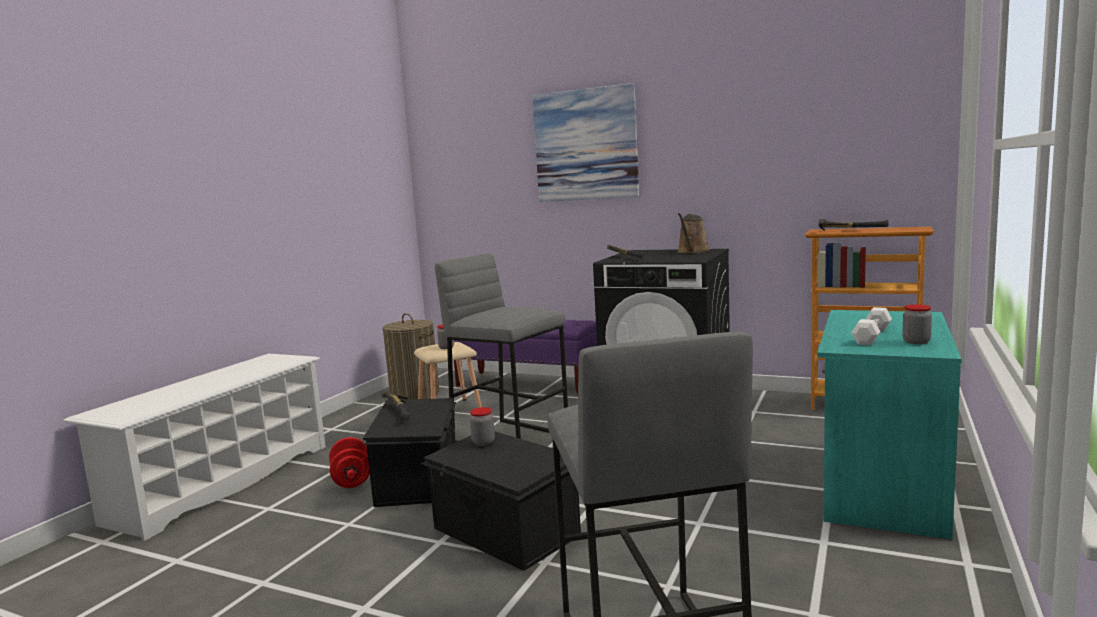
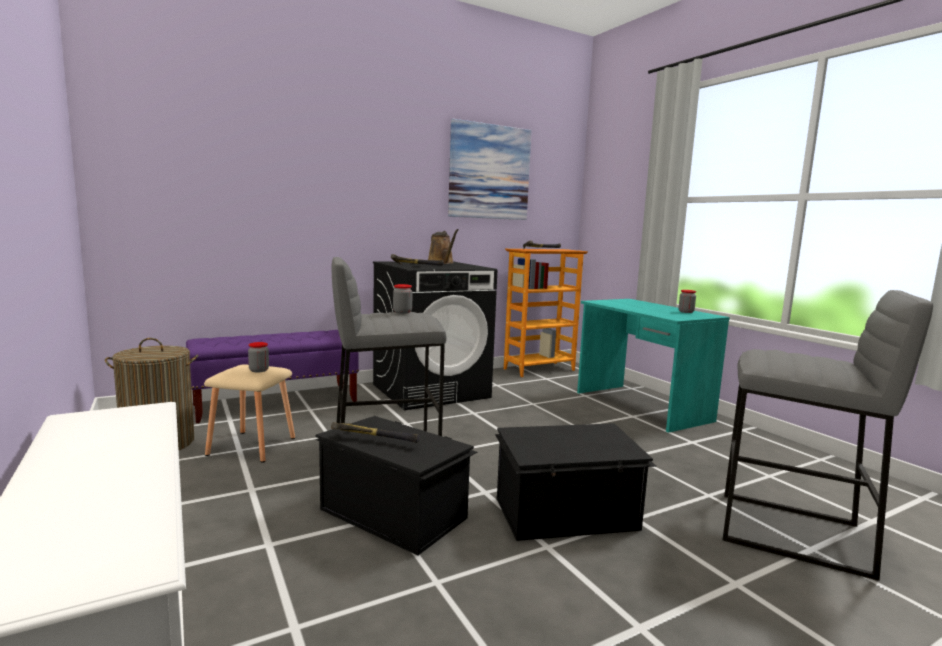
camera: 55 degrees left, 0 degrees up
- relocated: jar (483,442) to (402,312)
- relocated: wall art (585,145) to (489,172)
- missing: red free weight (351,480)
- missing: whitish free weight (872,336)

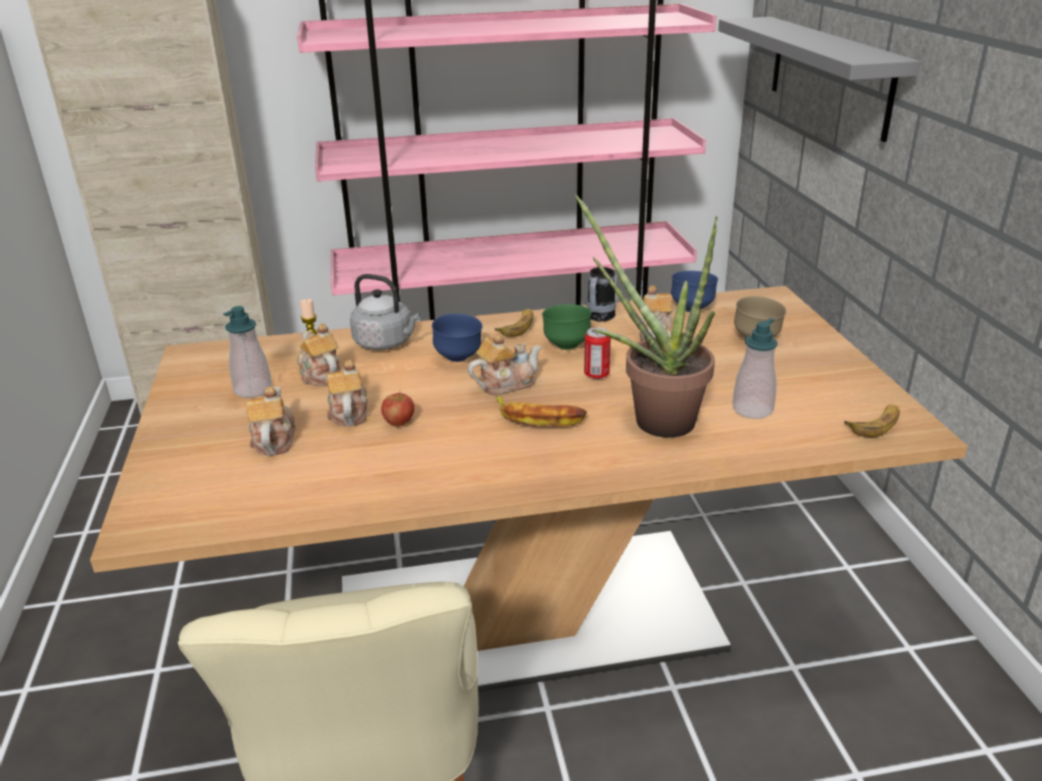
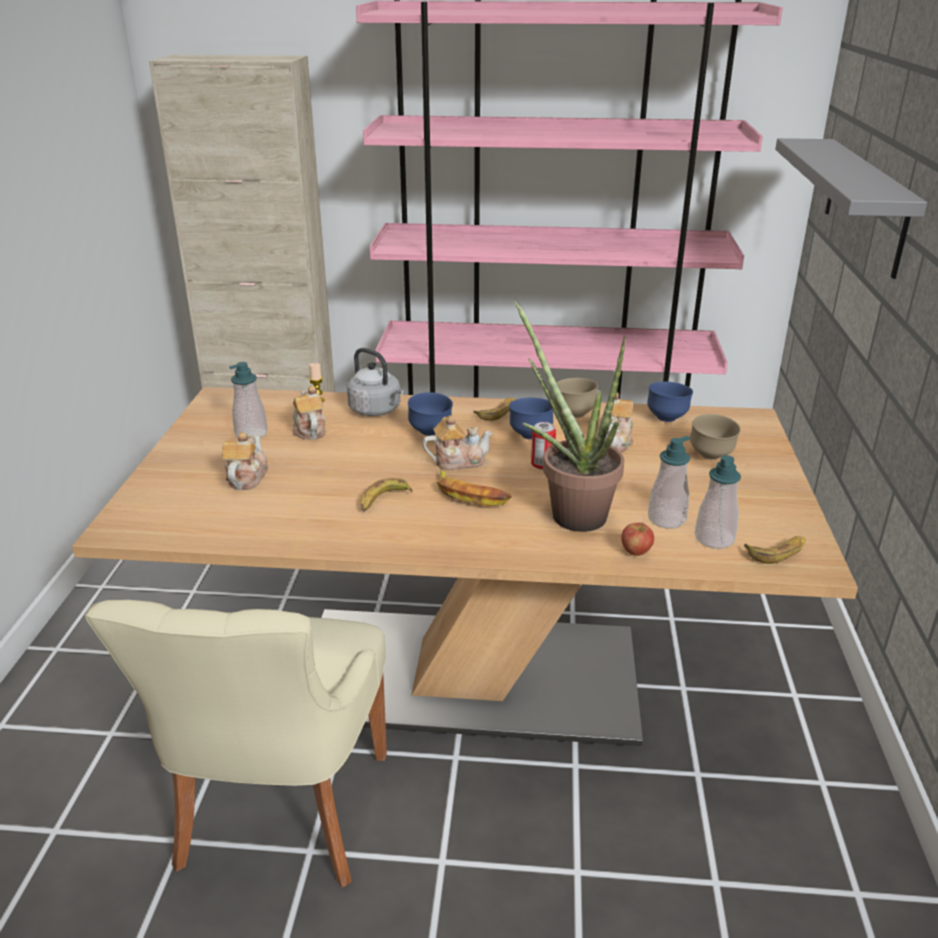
camera: 15 degrees right, 0 degrees up
- appeared: banana (383,500)
- colour: greenish serving bowl (566,346) to bluish serving bowl (530,435)
- exchanged: coffee mug (598,318) to brownish serving bowl (574,415)
- relocated: apple fruit (399,422) to (635,551)
- appeared: soap bottle (714,539)
- missing: pot for tea (348,412)

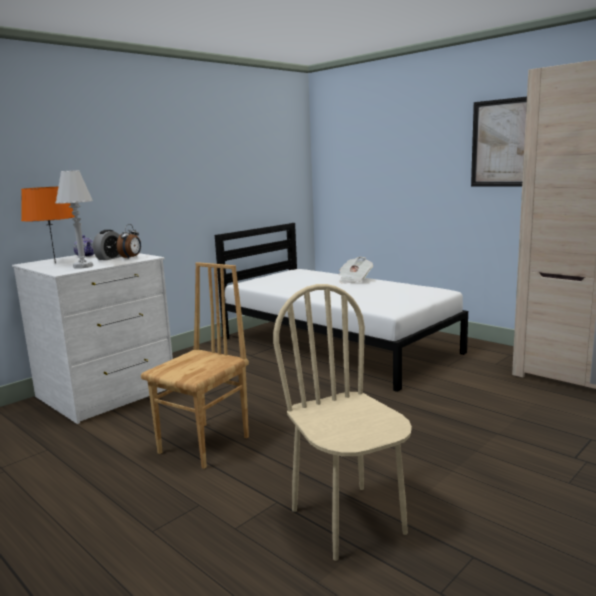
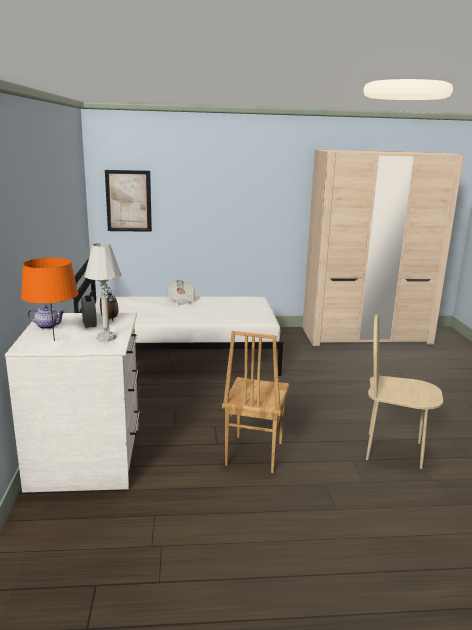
camera: 50 degrees left, 5 degrees up
- relocated: wall art (501,143) to (128,201)
- spun: brownish plain chair (206,445) = (253,453) 150 degrees counterclockwise

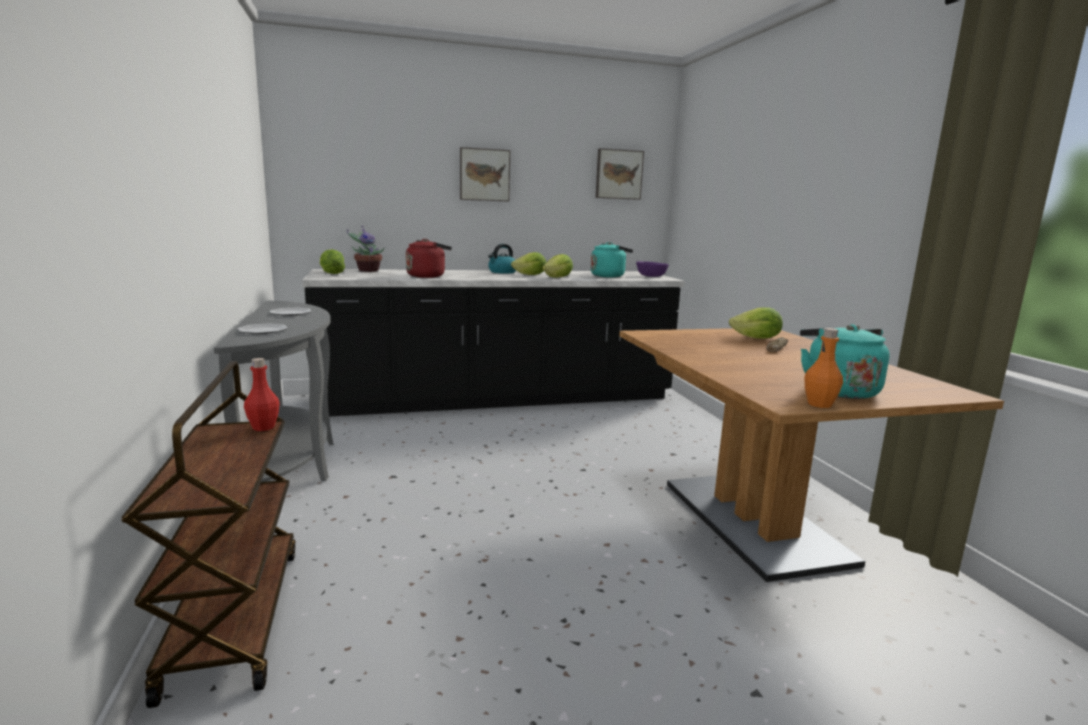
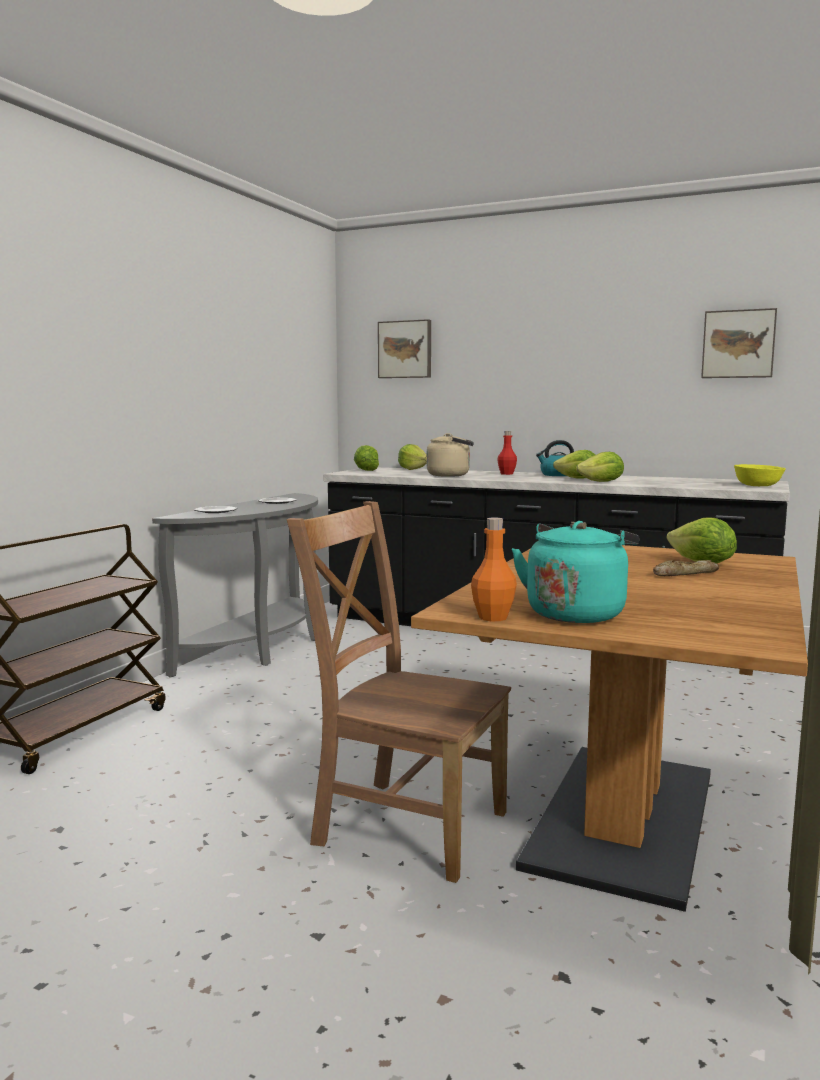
camera: 40 degrees right, 5 degrees down
- appeared: brownish plain chair (404,825)
- relocated: wall art (484,175) to (405,349)
- exchanged: potted plant (367,270) to lettuce (413,469)
- colour: red kettle (427,276) to beige kettle (451,475)
- relocated: red bottle (263,427) to (506,474)
- colour: purple serving bowl (651,276) to yellowish serving bowl (758,485)
- missing: turquoise-coloured kettle (609,276)

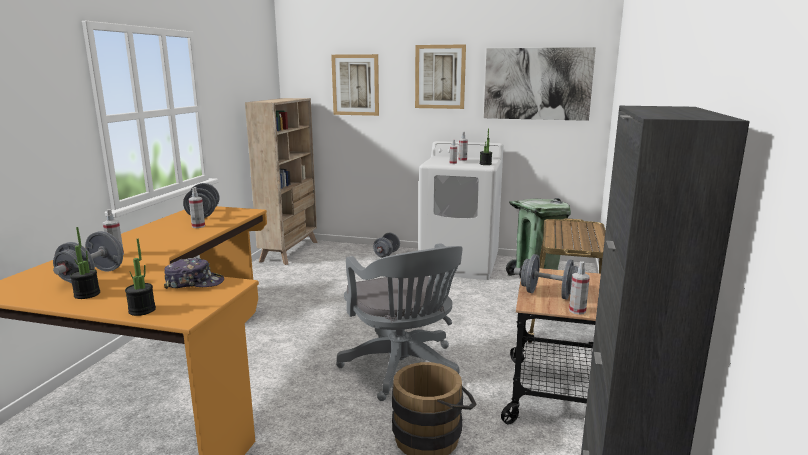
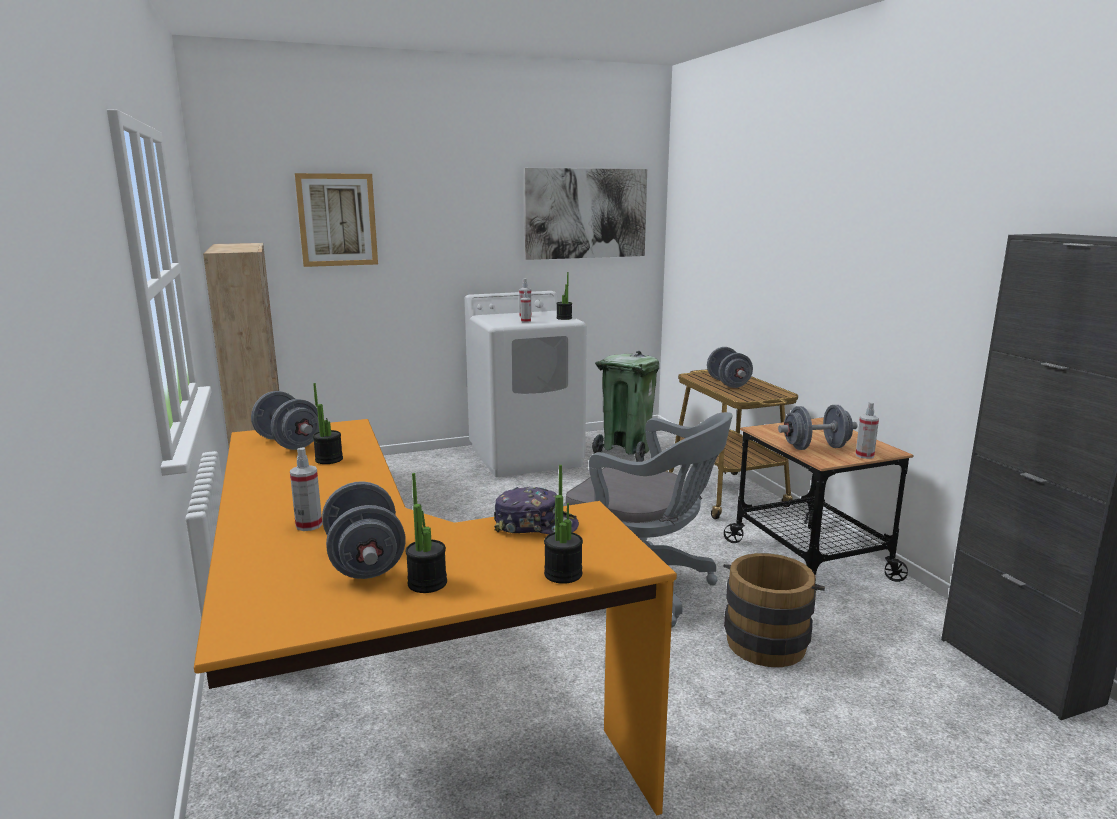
camera: 35 degrees left, 0 degrees up
- exchanged: spray bottle (198,226) to potted plant (329,459)
- spun: baseball cap (194,283) = (535,525) 45 degrees clockwise
- relocated: gray free weight (386,254) to (728,383)
- missing: wall art (440,77)

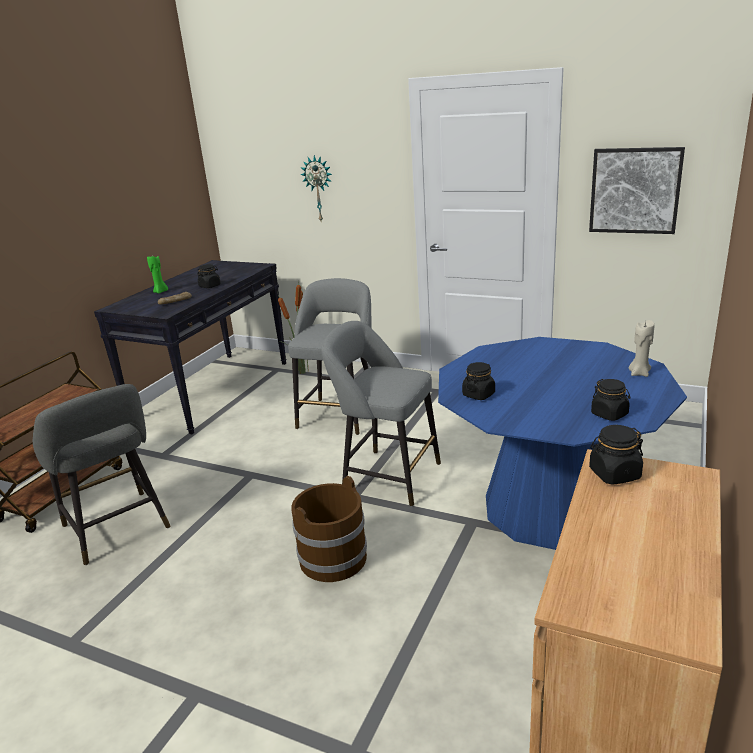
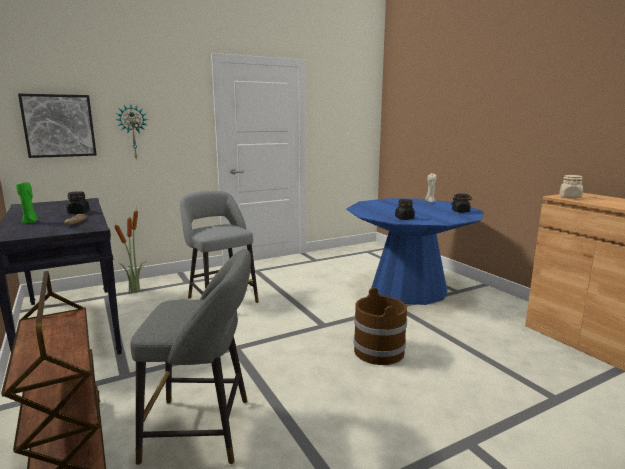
camera: 55 degrees left, 10 degrees down
- relocated: wall art (635,190) to (59,126)
- colour: black-coloured jar (614,474) to beige jar (570,197)
- missing: gray stool (386,476)

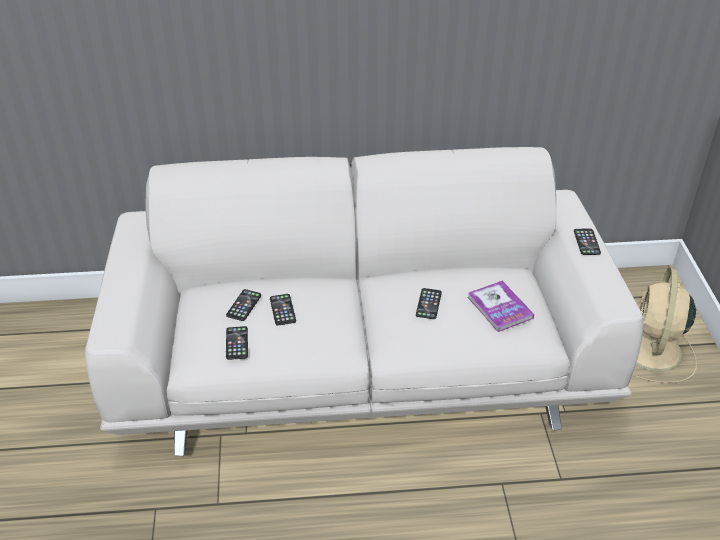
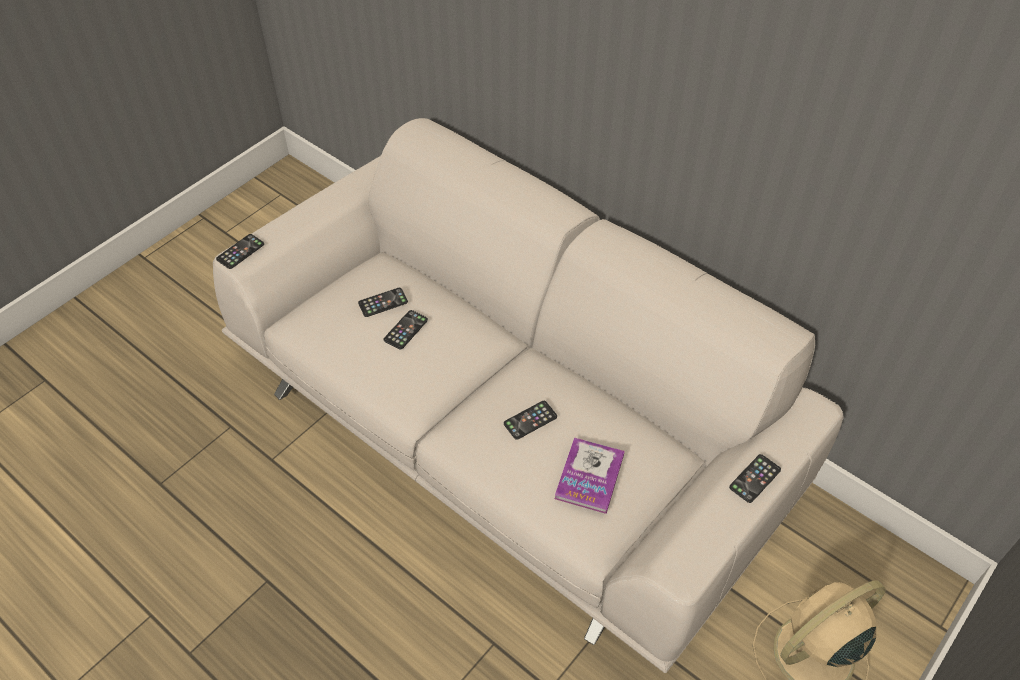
camera: 45 degrees right, 10 degrees up
- relocated: phone (237,343) to (240,252)

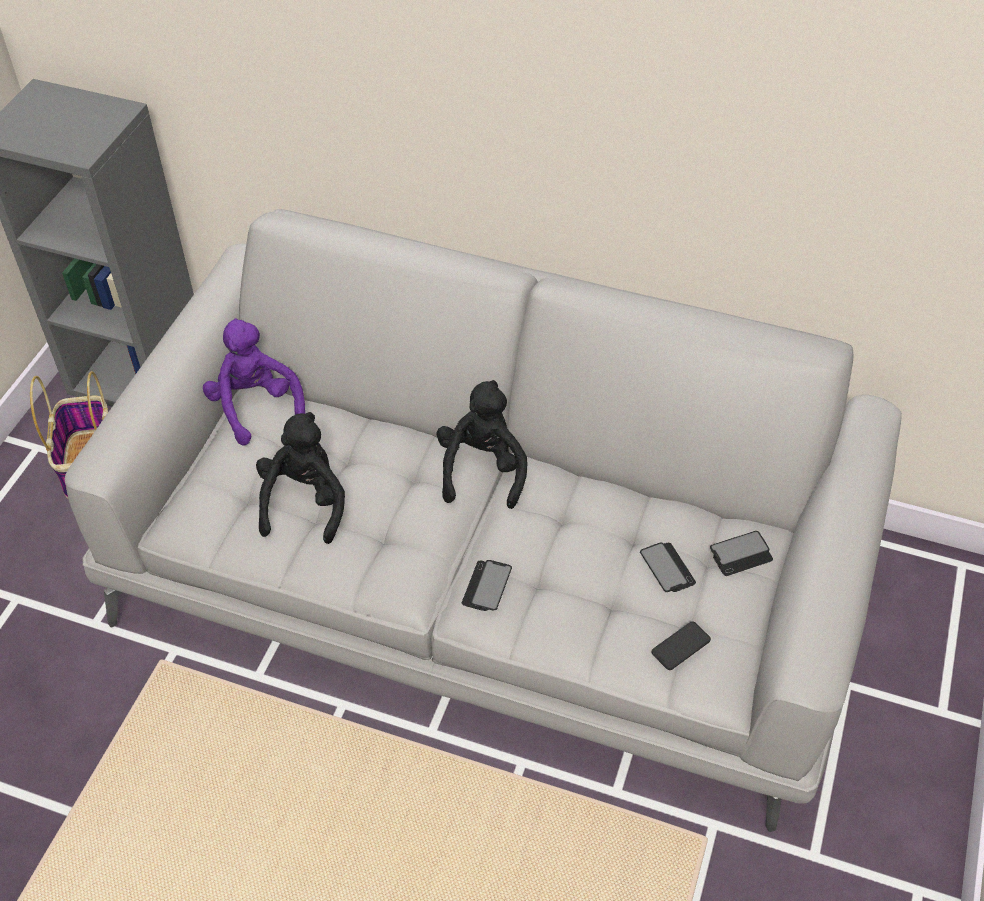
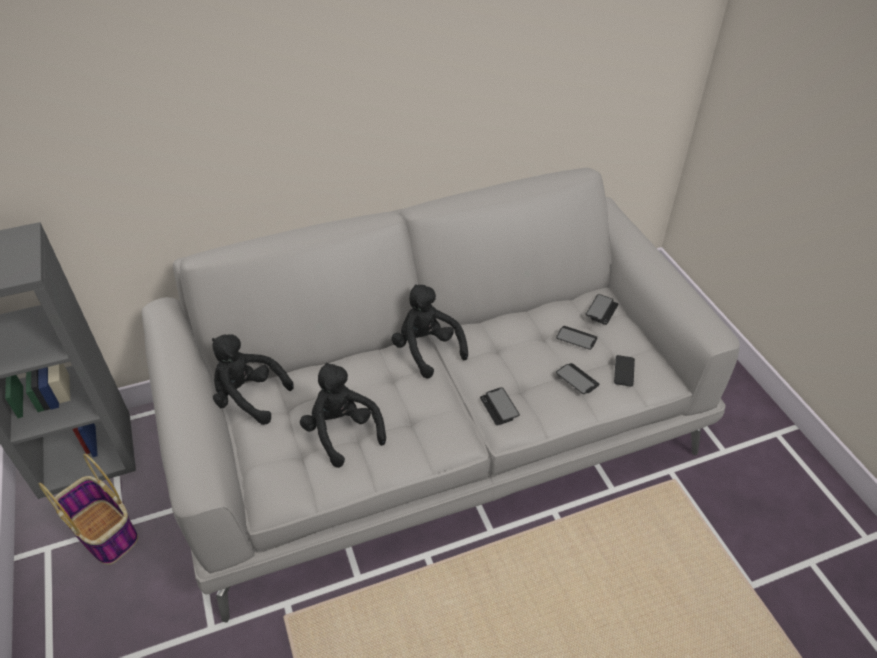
camera: 40 degrees left, 5 degrees down
- colour: purple soft toy (255,406) to black-coloured soft toy (248,398)
- appeared: phone (577,379)

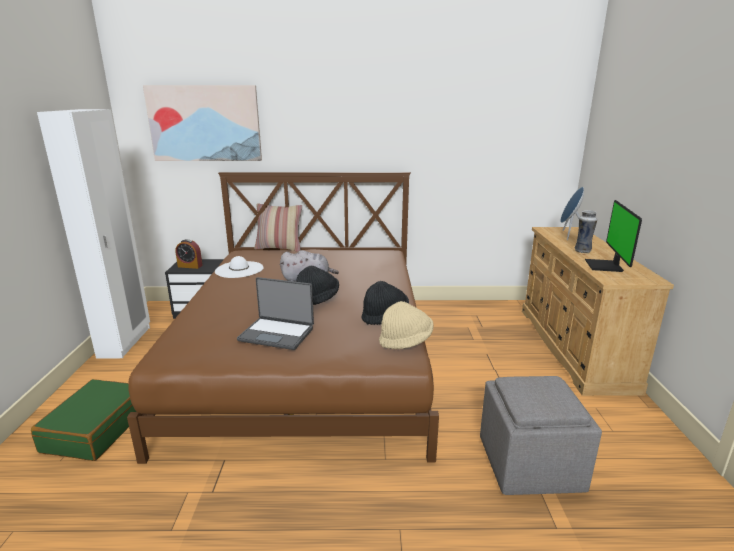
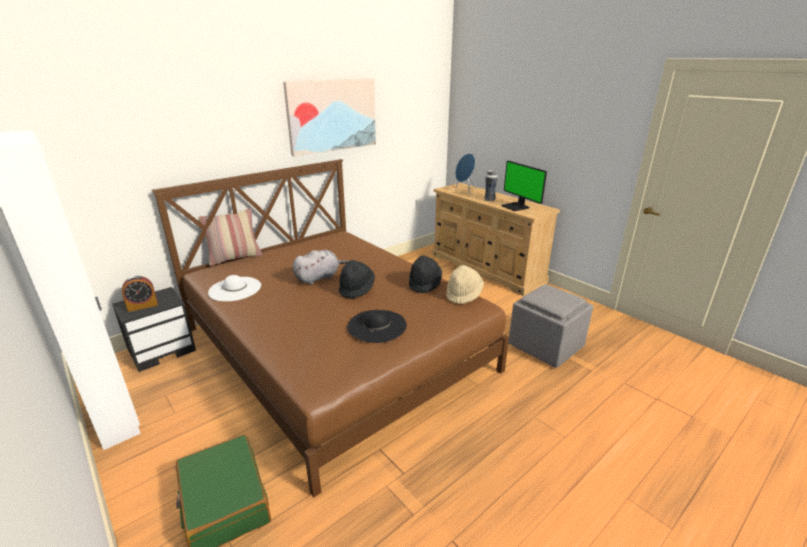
camera: 40 degrees left, 5 degrees up
- relocated: wall art (205,123) to (332,115)
- exchanged: notebook computer (277,334) to black-coloured clothing hat (377,325)

